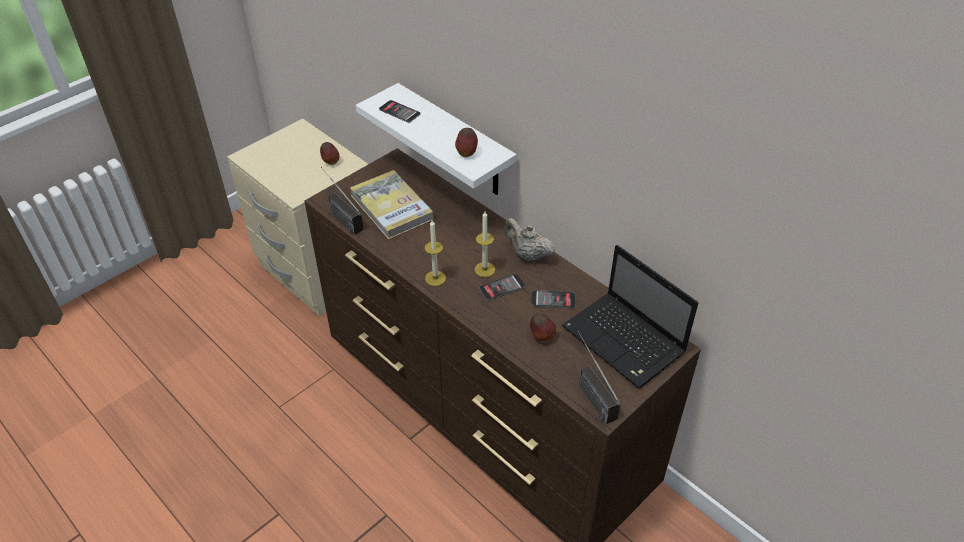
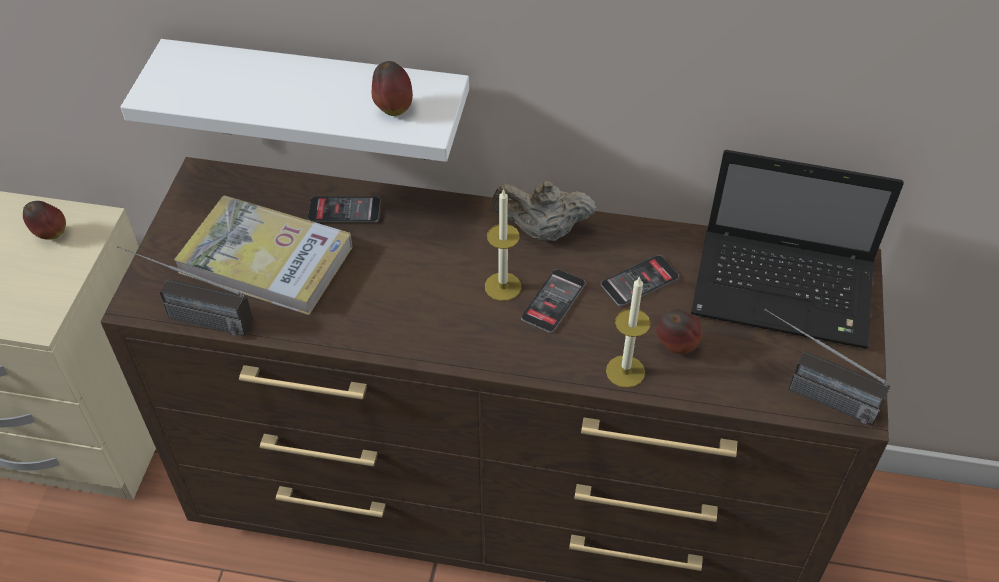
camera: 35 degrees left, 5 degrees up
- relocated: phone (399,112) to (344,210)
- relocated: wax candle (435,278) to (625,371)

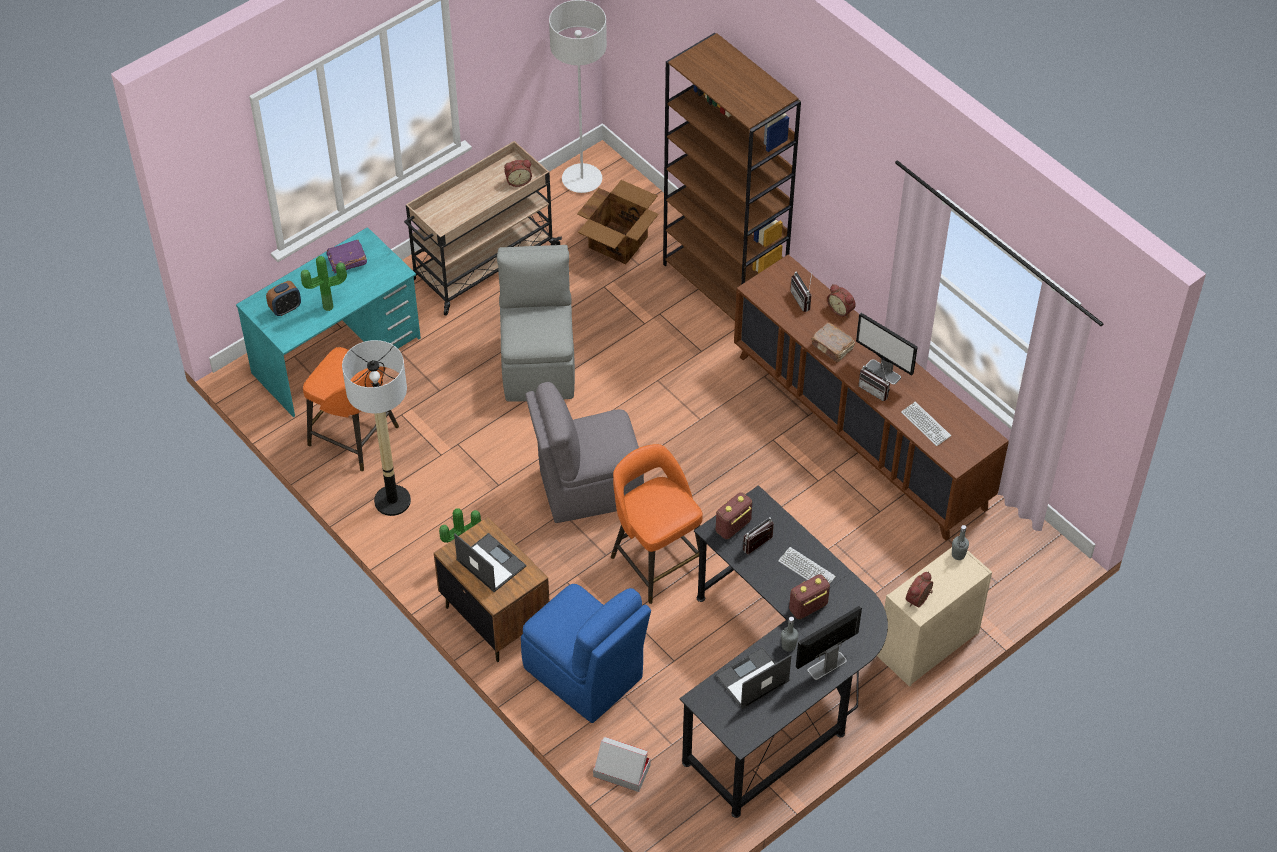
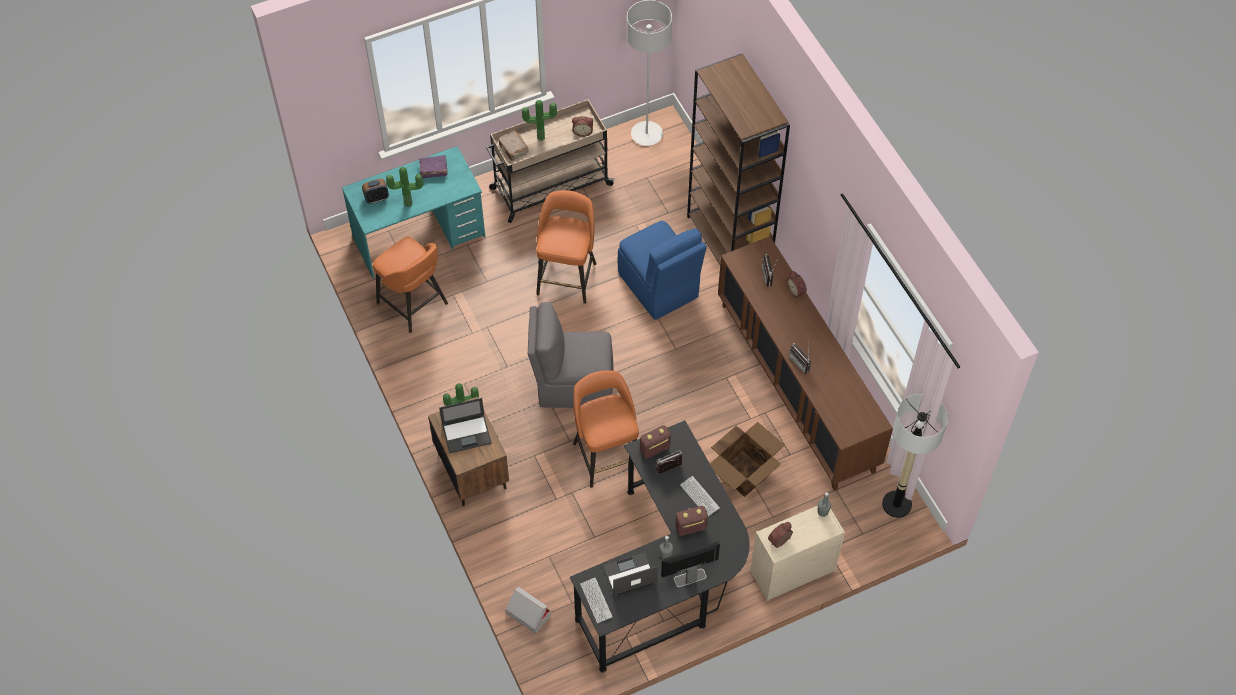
camera: 15 degrees right, 5 degrees up
- spun: notebook computer (490,563) = (467,433) 105 degrees clockwise
- relocated: brownish volume (832,347) to (513,149)
- appeared: potted plant (540,136)
- exchanged: gray plain chair (539,364) to orange stool (567,277)
- relocated: keyboard (925,424) to (596,600)
- relocated: bluish plain chair (585,675) to (659,287)
- relocated: packing box (618,242) to (744,473)
- relocated: standing lamp (392,500) to (896,504)
- missing: computer screen (883,372)

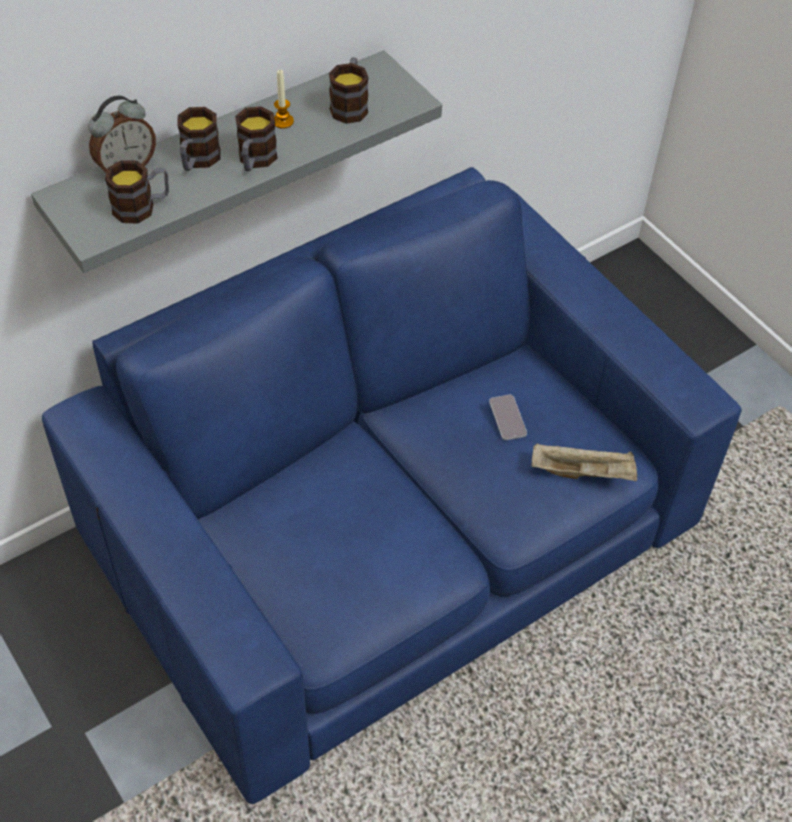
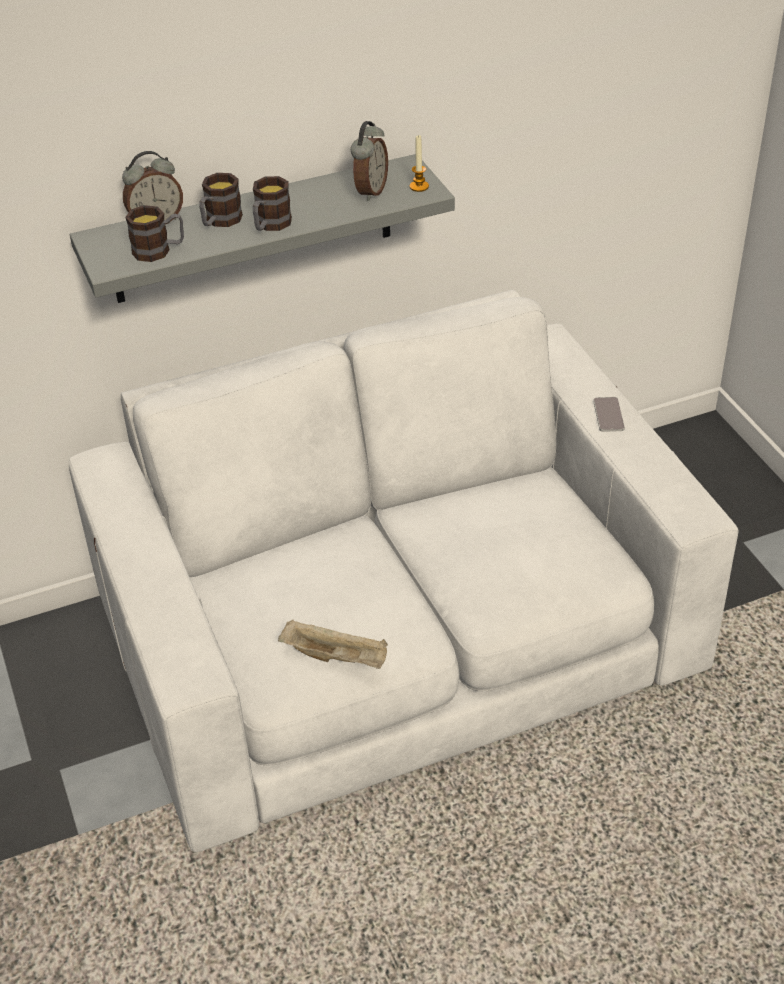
camera: 15 degrees right, 10 degrees down
- colour: bluish sofa (391,530) to whitish sofa (398,637)
- relocated: beige carrying tray (583,472) to (336,657)
- exchanged: coffee mug (350,105) to bedside clock (370,191)
- relocated: wax candle (283,121) to (419,186)
- relocated: phone (507,418) to (608,415)

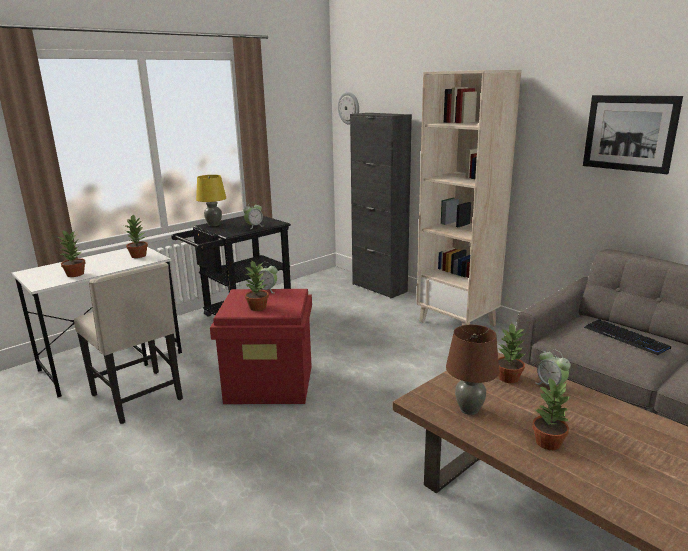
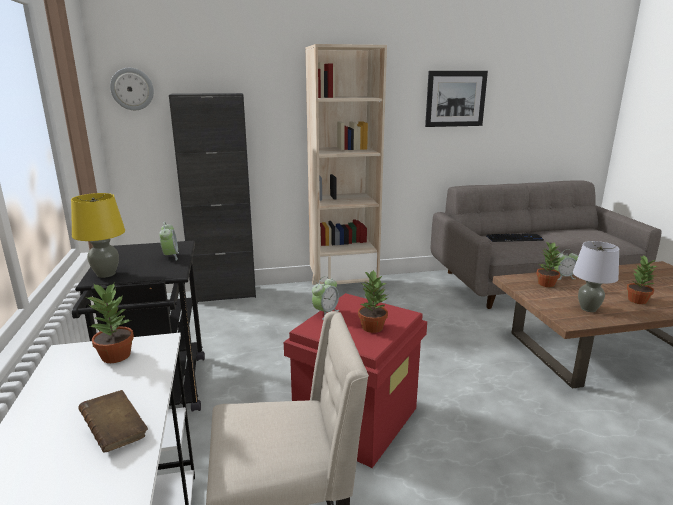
camera: 60 degrees left, 0 degrees up
- exchanged: potted plant (75,274) to brownish volume (116,433)
- colour: brownish tabletop lamp (469,409) to gray tabletop lamp (588,309)

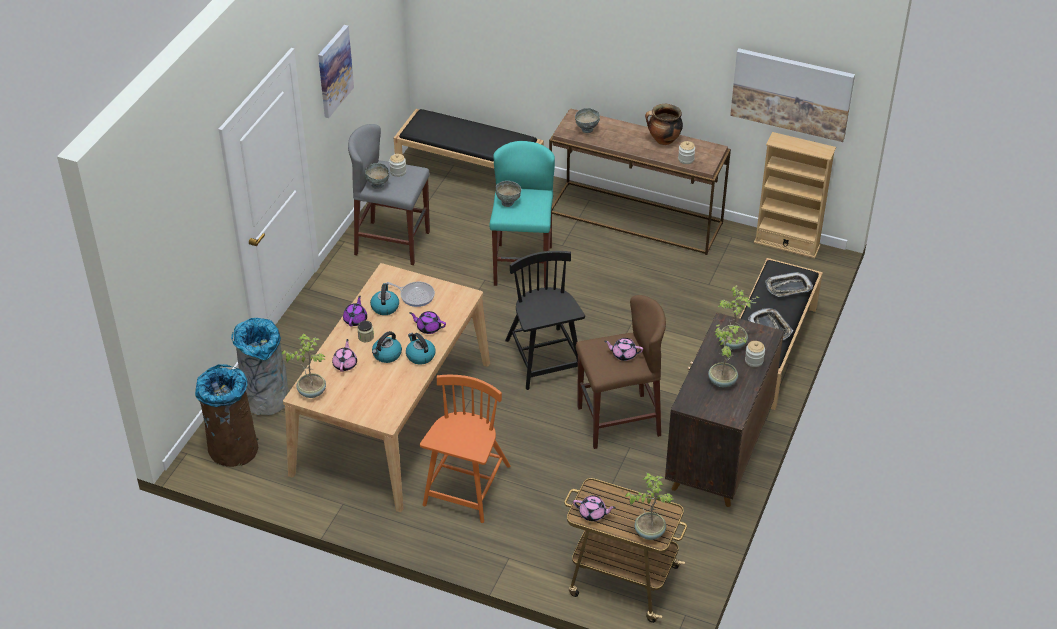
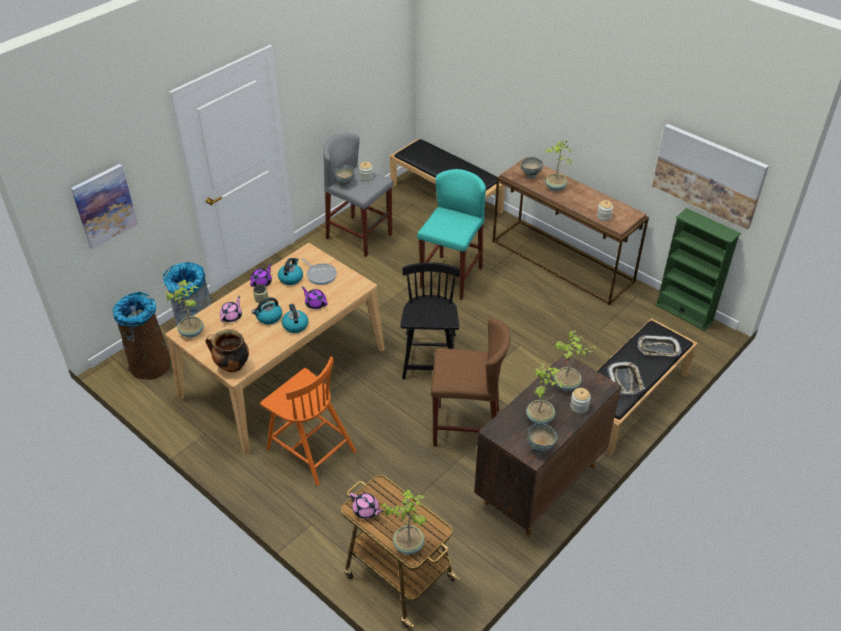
camera: 20 degrees right, 0 degrees up
- relocated: wall art (334,71) to (104,206)
- relocated: cooking pot (663,140) to (231,366)
- spun: orange plain chair (466,487) = (310,449) 90 degrees clockwise
- relocated: gray serving bowl (508,202) to (540,448)
- appeared: potted plant (555,187)
- colour: beige bookshelf (787,244) to greenish bookshelf (684,312)
- missing: pinkish pot for tea (623,354)

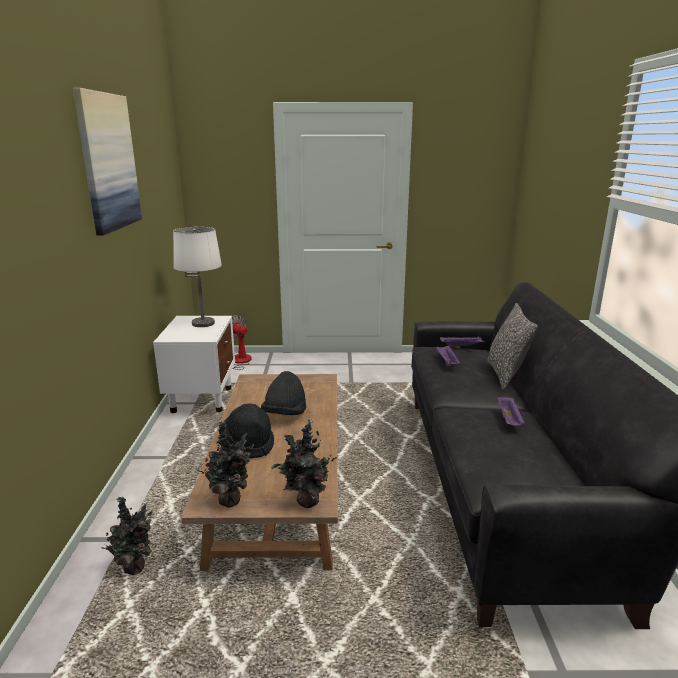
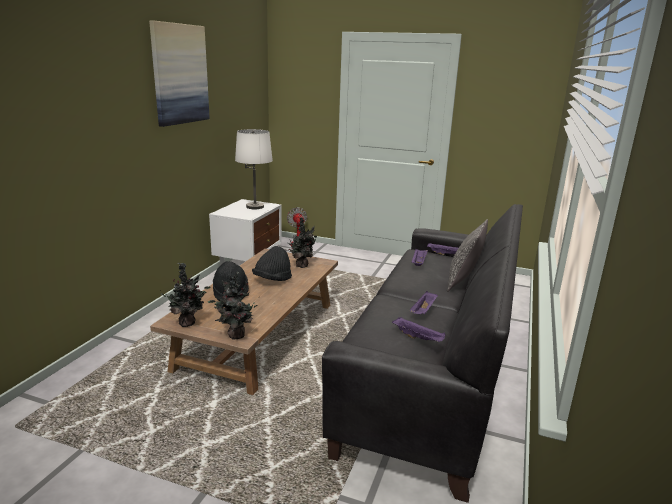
camera: 20 degrees right, 0 degrees up
- relocated: potted plant (135,566) to (302,265)
- appeared: purple carrying tray (418,338)

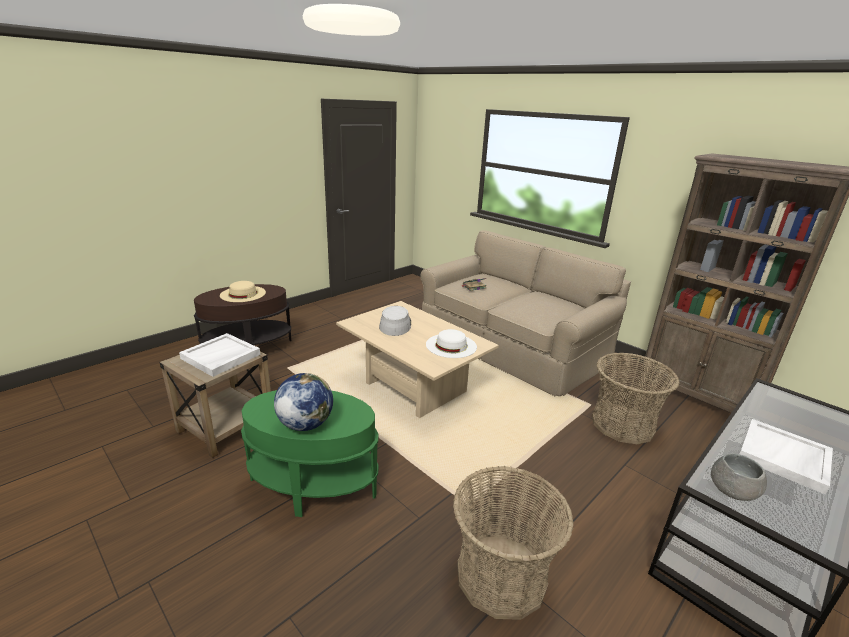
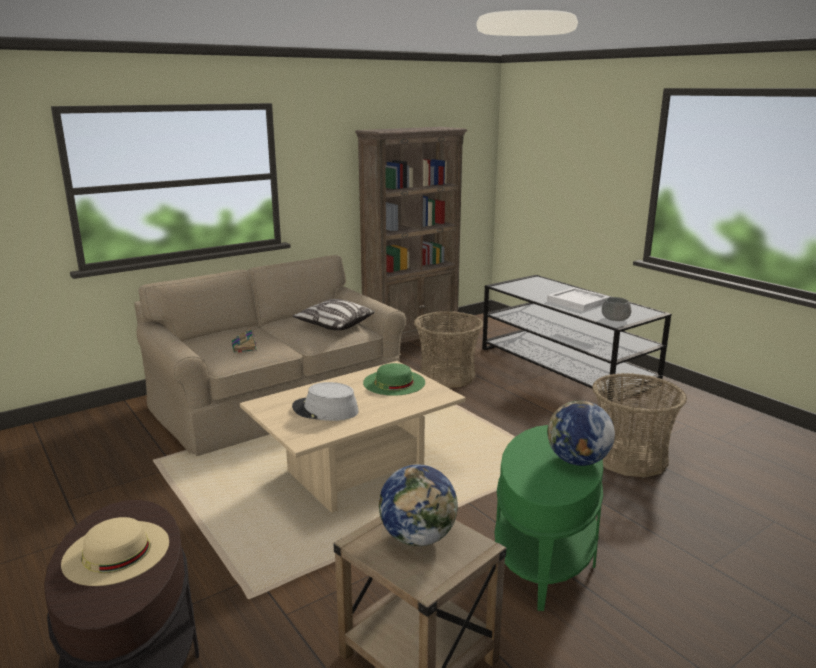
camera: 80 degrees left, 5 degrees down
- appeared: pillow (334,325)
- colour: whitish clothing hat (451,345) to greenish clothing hat (394,382)
- exchanged: whitish carrying tray (220,357) to desk globe (418,537)

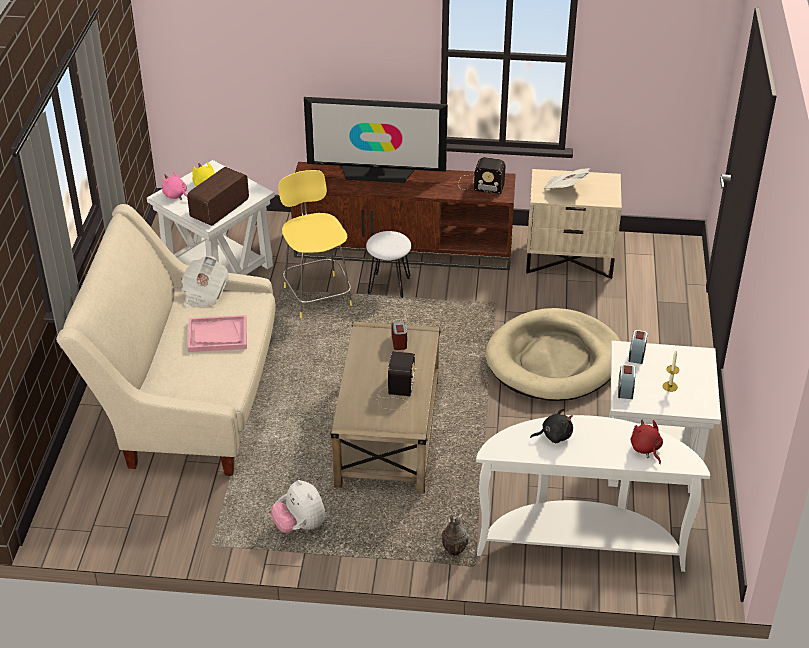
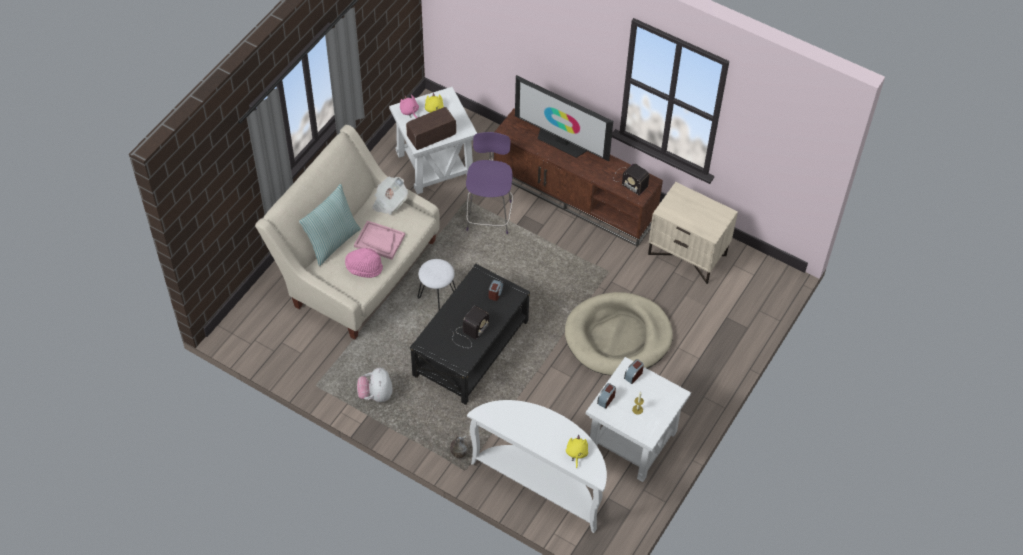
camera: 25 degrees right, 15 degrees up
- appeared: pillow (332,242)
- appeared: pinkish clothing hat (364,268)
- colour: beige coffee table (388,432) to black-coloured coffee table (471,348)
- relocated: whitish stool (389,285) to (437,296)
- colour: yellowish stool (317,294) to purple stool (489,214)
- colour: red soft toy (646,449) to yellowish soft toy (576,453)
- missing: black-coloured soft toy (554,435)
- missing: newspaper (565,189)

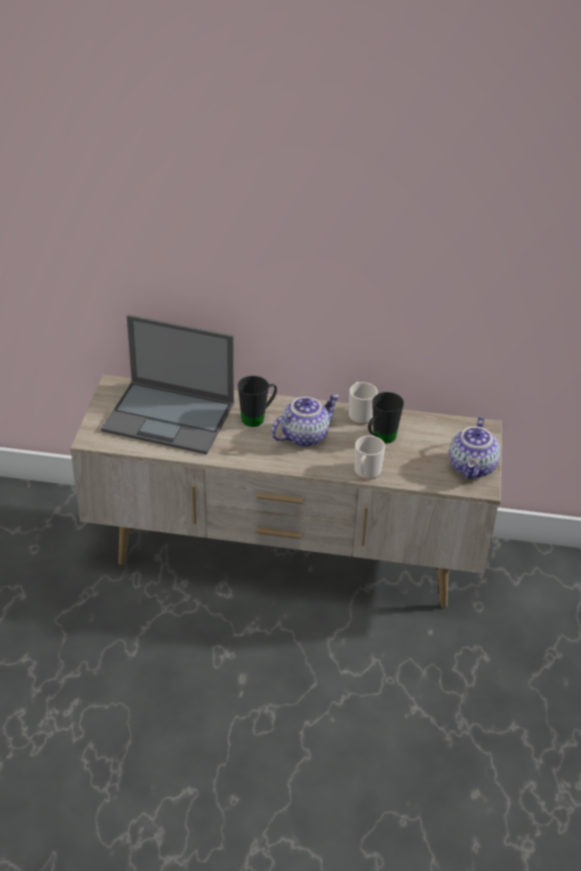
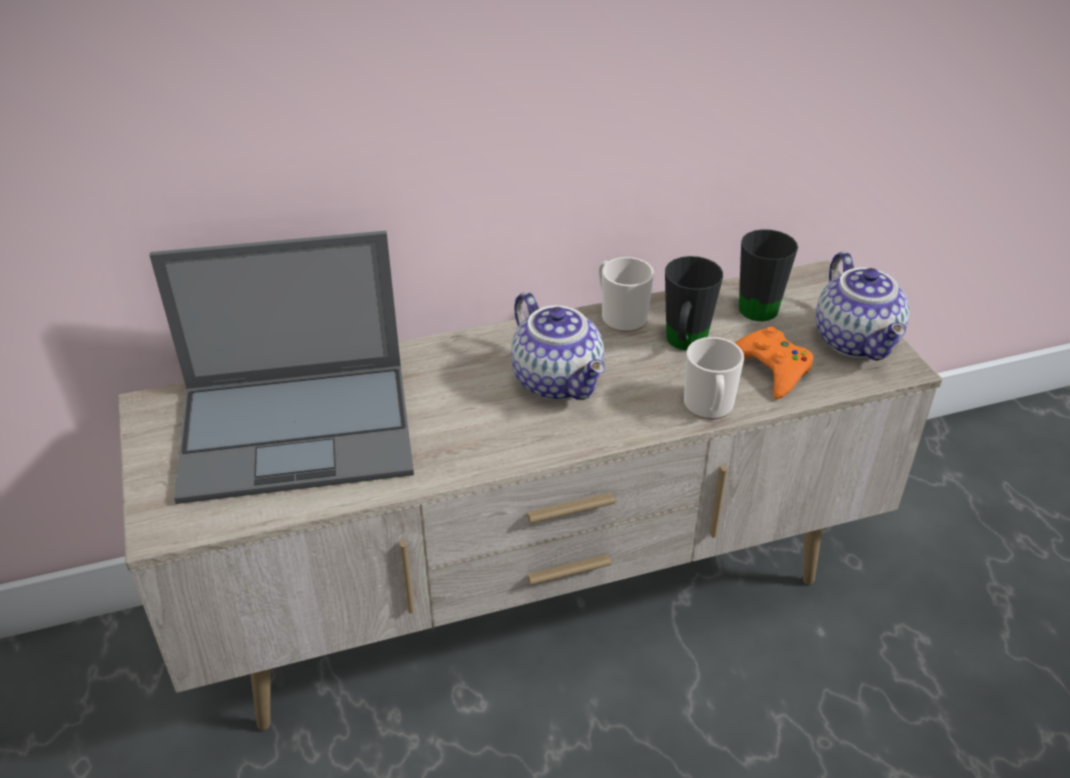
camera: 25 degrees left, 0 degrees up
- spun: pot for tea (304,435) = (559,381) 120 degrees clockwise
- appeared: orange game controller (770,369)
- relocated: black-coloured coffee mug (258,417) to (762,304)

